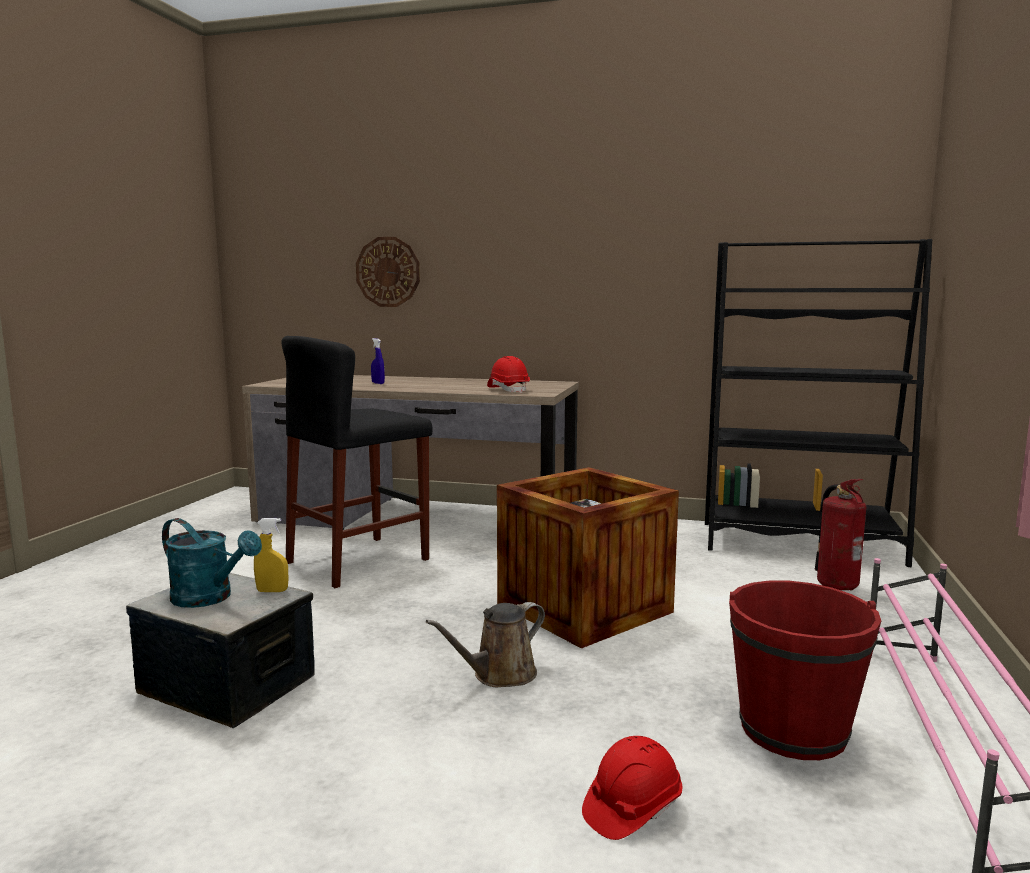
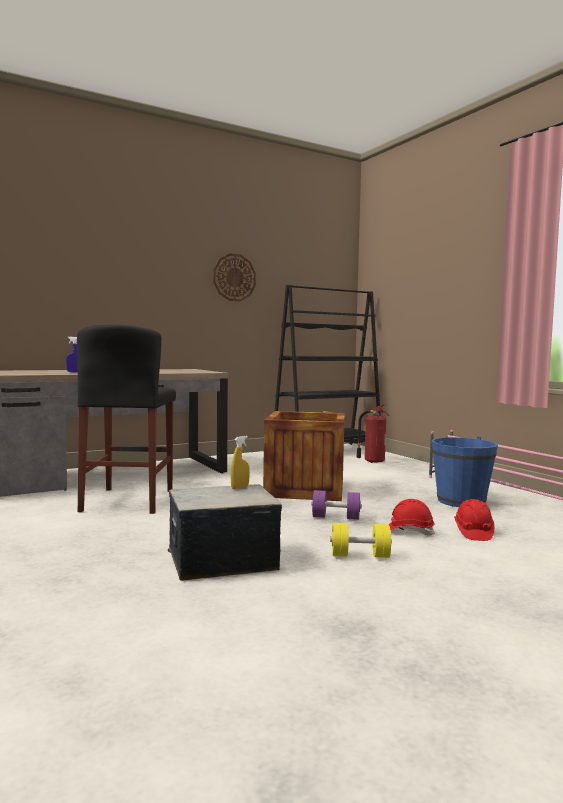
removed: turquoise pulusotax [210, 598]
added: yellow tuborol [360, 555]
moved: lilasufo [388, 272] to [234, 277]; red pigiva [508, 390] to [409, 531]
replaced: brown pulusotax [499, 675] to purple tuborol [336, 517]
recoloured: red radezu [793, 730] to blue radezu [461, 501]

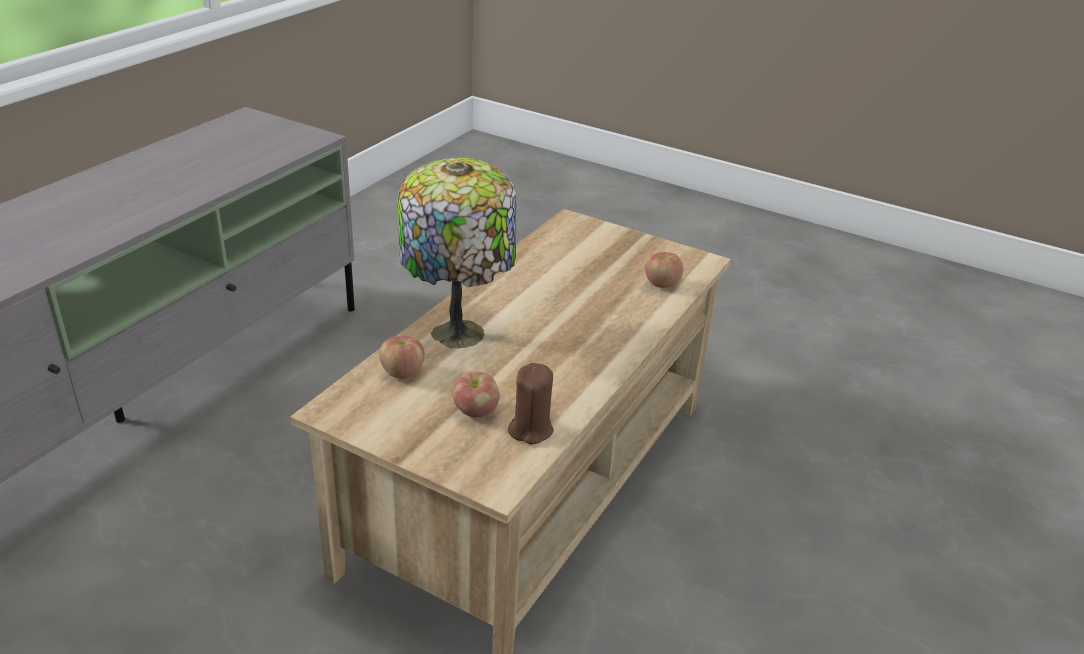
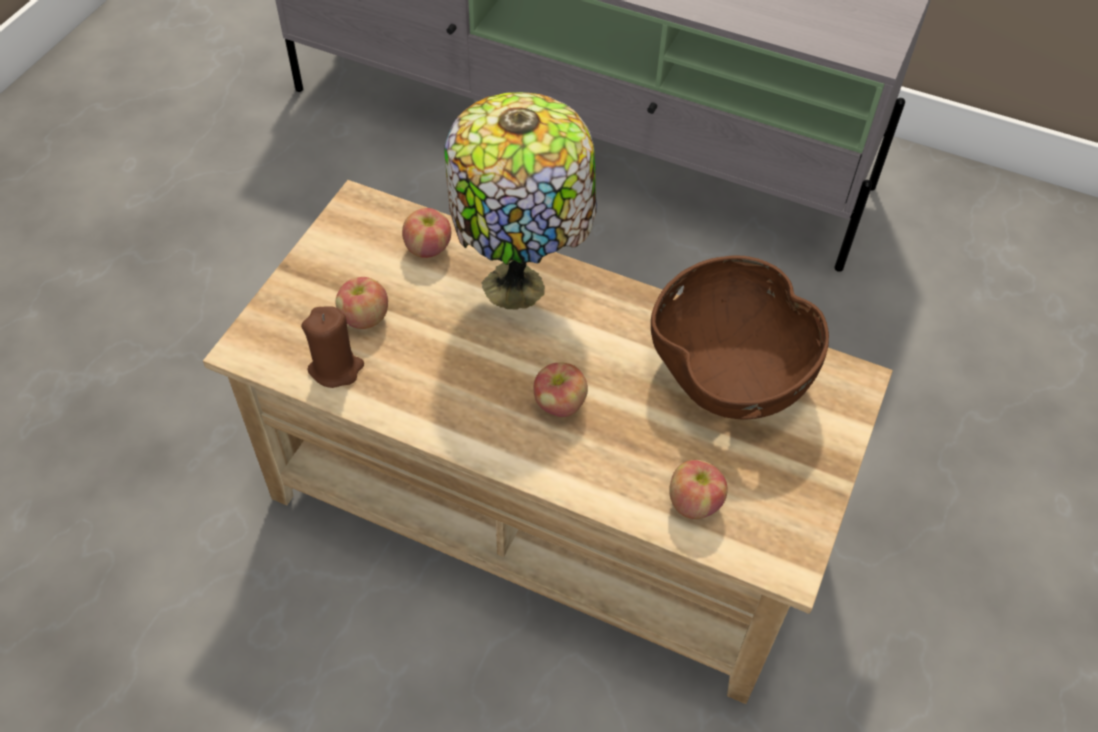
added: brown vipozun [730, 372]; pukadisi [560, 404]

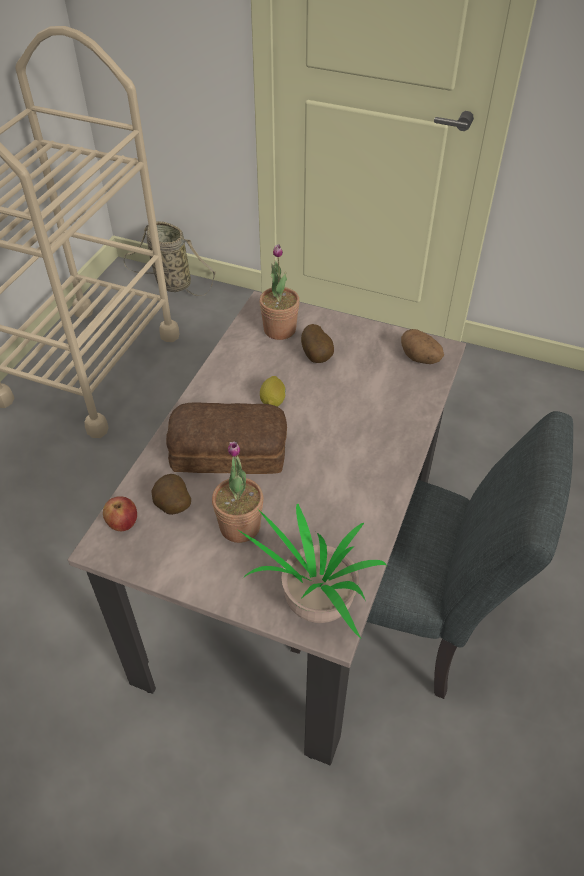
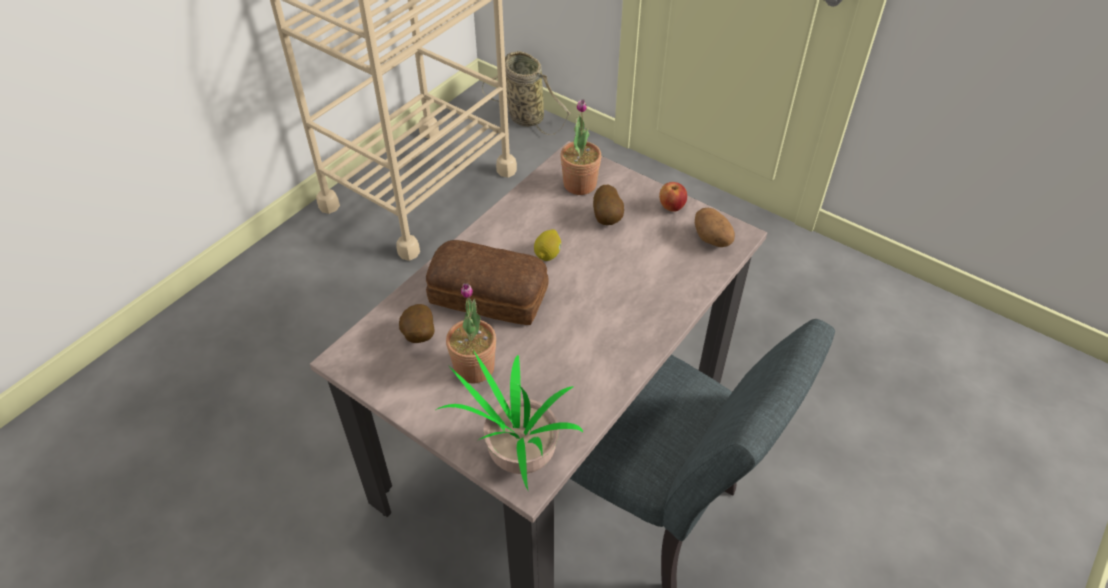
moved: pukadisi [123, 523] to [671, 207]

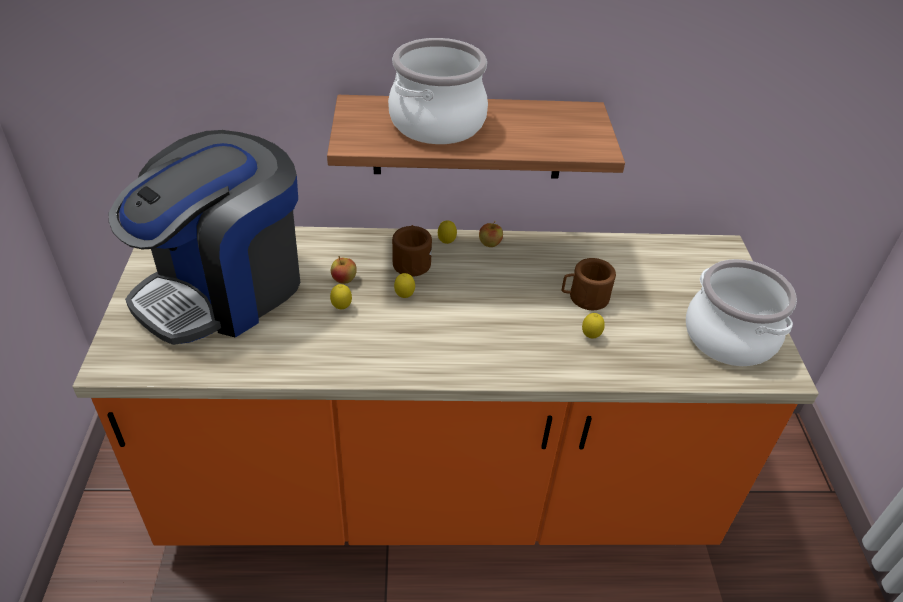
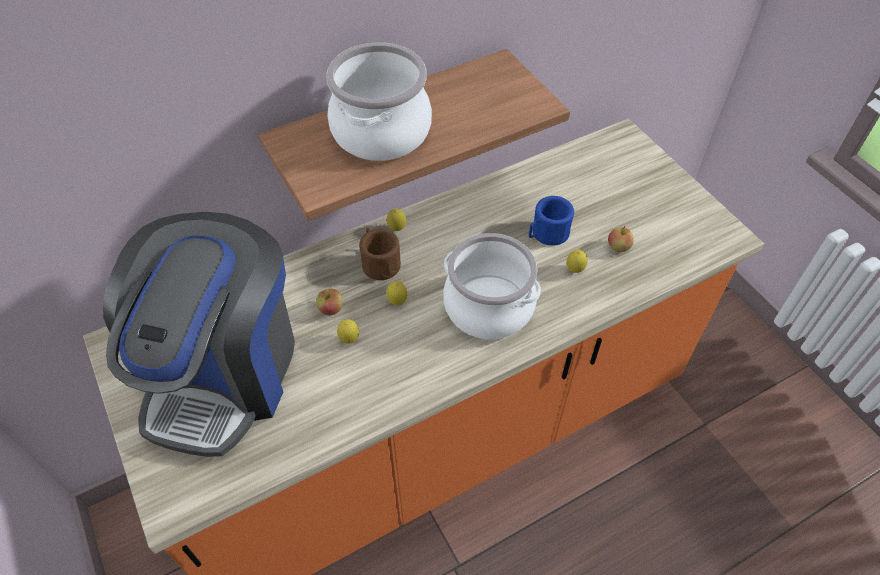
moved: pukadisi [489, 244] to [618, 247]; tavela [728, 338] to [488, 307]
recoloured: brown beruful [584, 298] to blue beruful [546, 234]

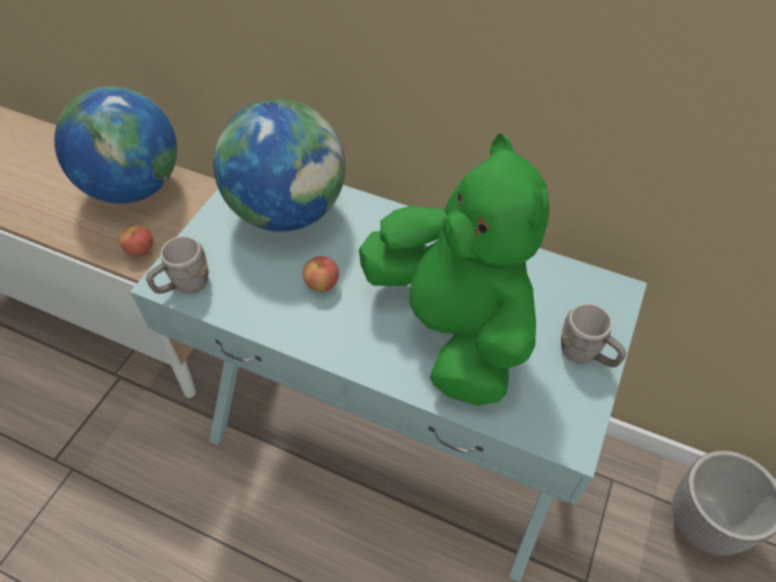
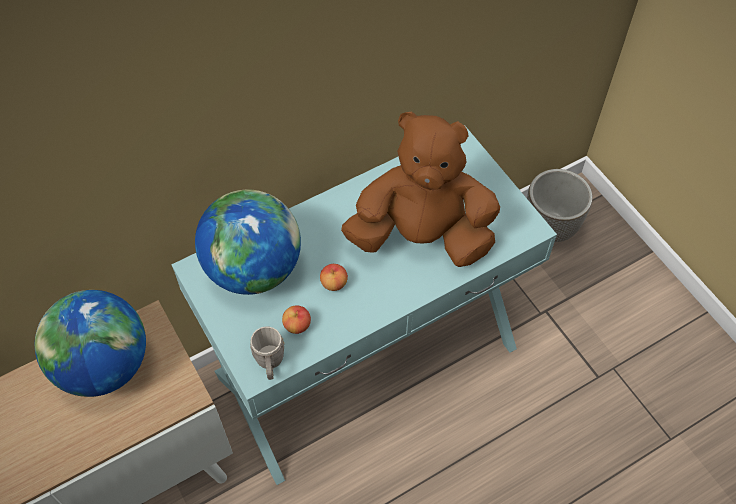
removed: grey beruful [586, 355]
moved: pukadisi [140, 249] to [297, 325]
recoloured: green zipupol [451, 328] to brown zipupol [422, 236]

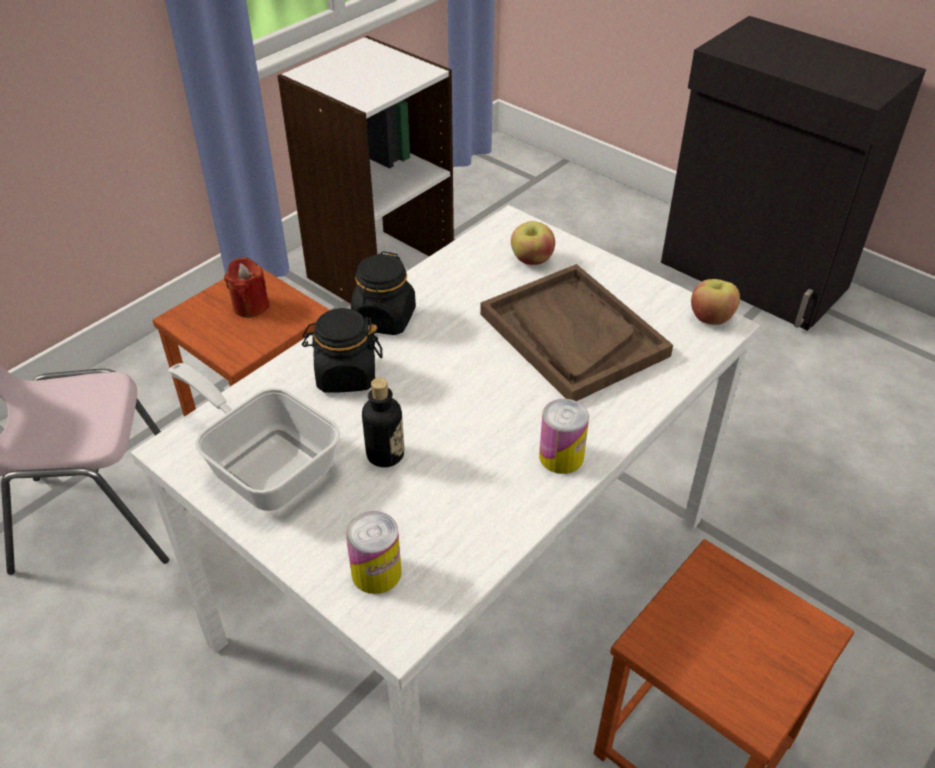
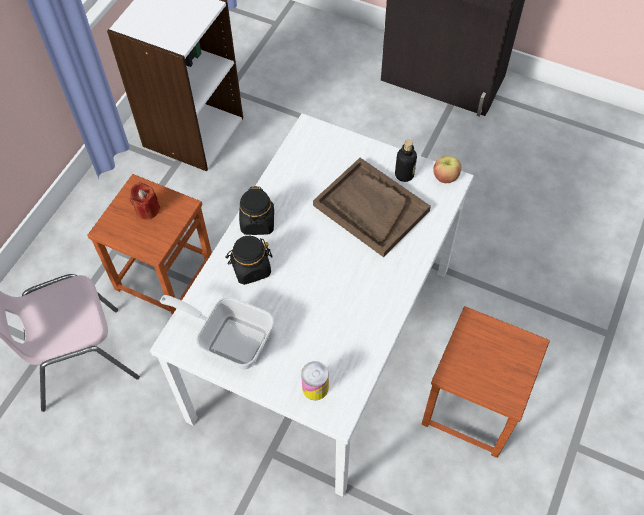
removed: pukadisi [531, 260]; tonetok [561, 456]
moved: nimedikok [385, 454] to [404, 175]

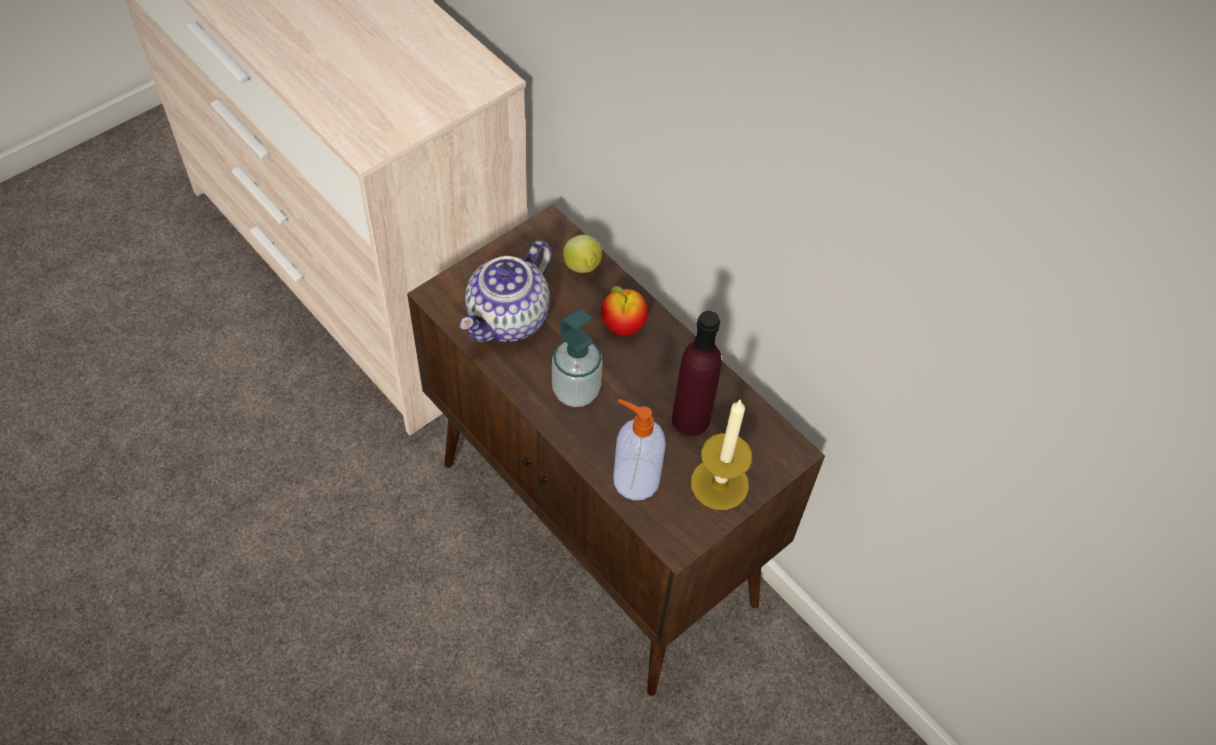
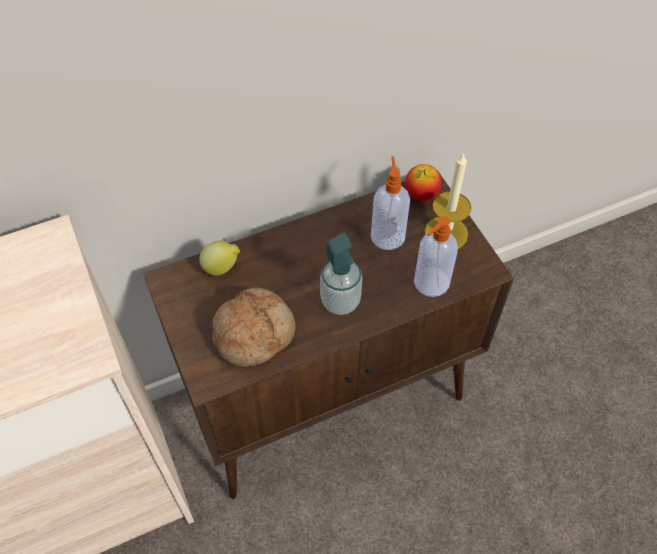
moved: pukadisi [623, 326] to [421, 195]
replaced: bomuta [509, 319] to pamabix [254, 332]; purple nimedikok [690, 419] to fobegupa [387, 235]

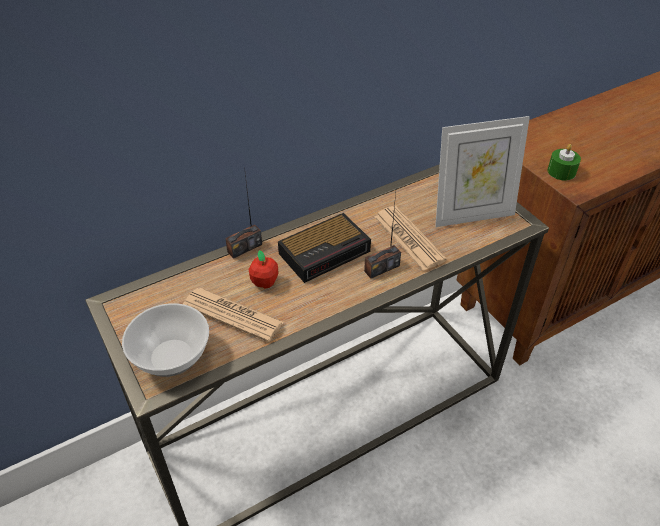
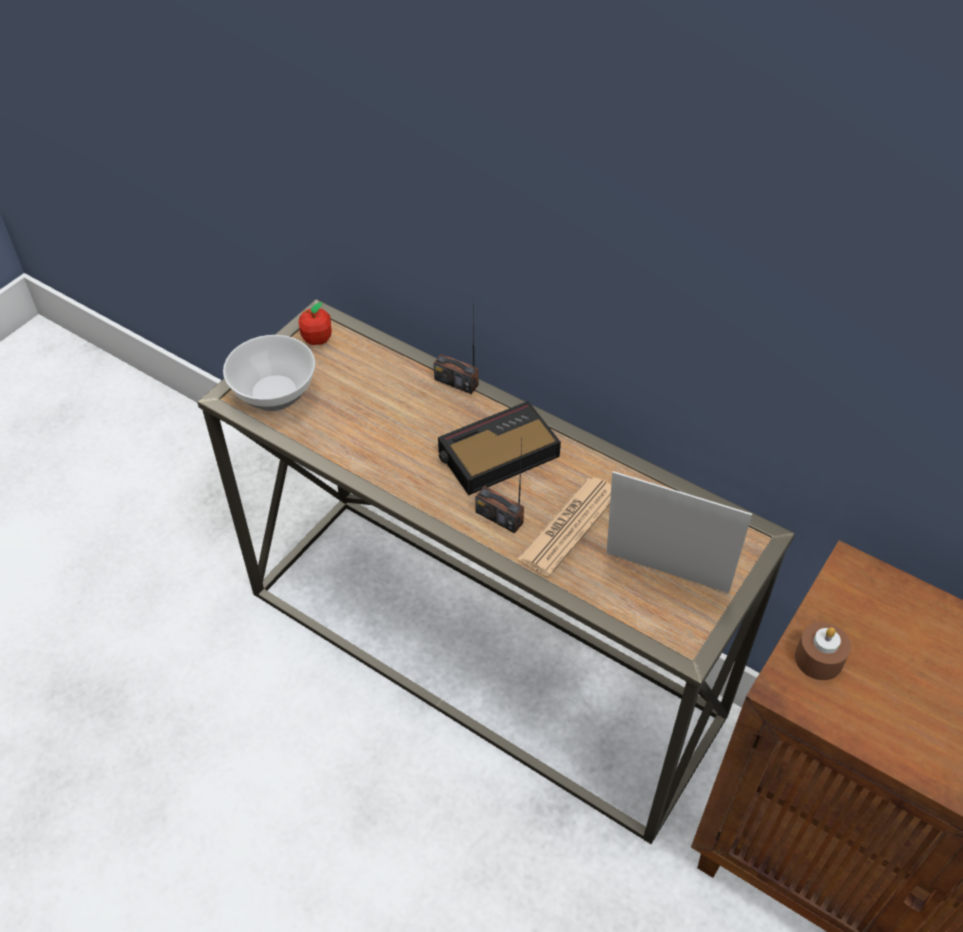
removed: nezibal [233, 314]
moved: pukadisi [264, 282] to [317, 339]
recoloured: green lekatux [561, 172] to brown lekatux [818, 659]
turned: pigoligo [472, 215] = [663, 582] 150 degrees clockwise; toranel [326, 251] = [496, 455] 120 degrees clockwise

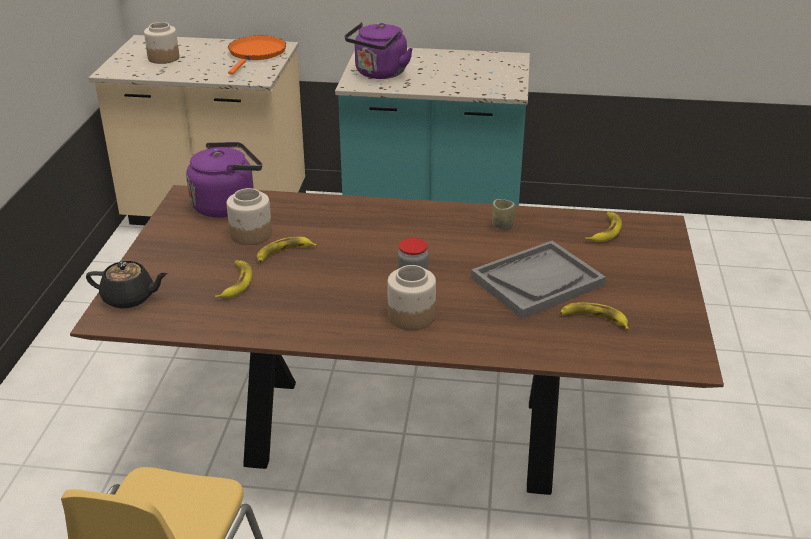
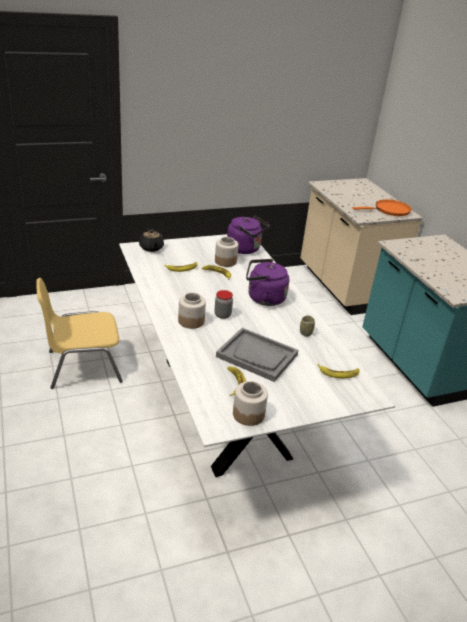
moved: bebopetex [163, 58] to [248, 414]; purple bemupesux [379, 74] to [263, 298]
recoloured: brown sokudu [405, 434] to white sokudu [224, 406]

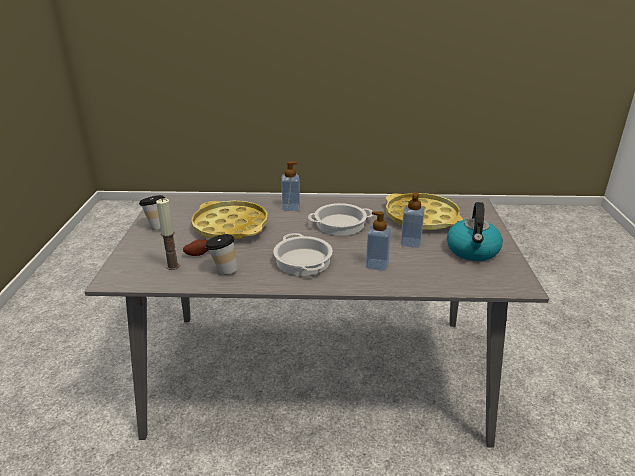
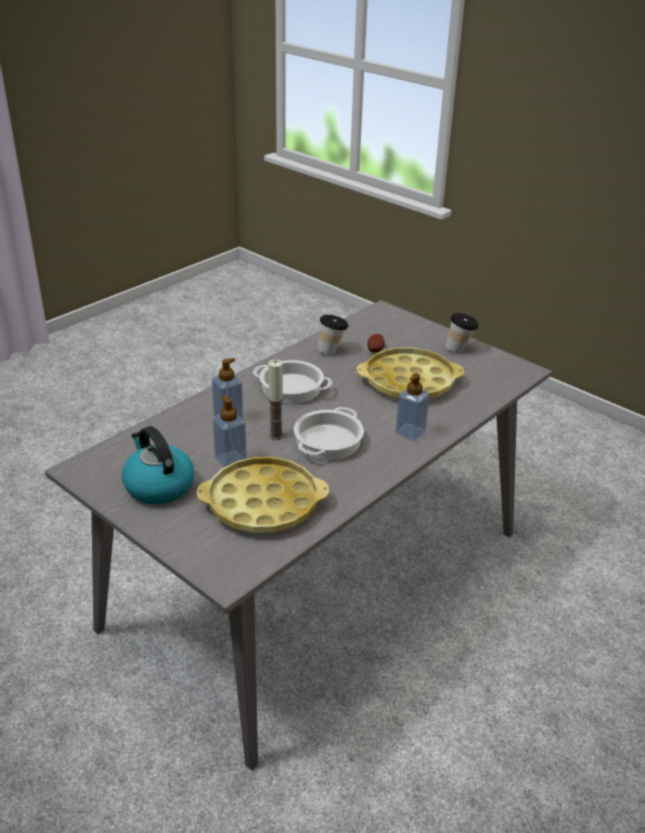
moved: lekatux [173, 266] to [276, 435]

